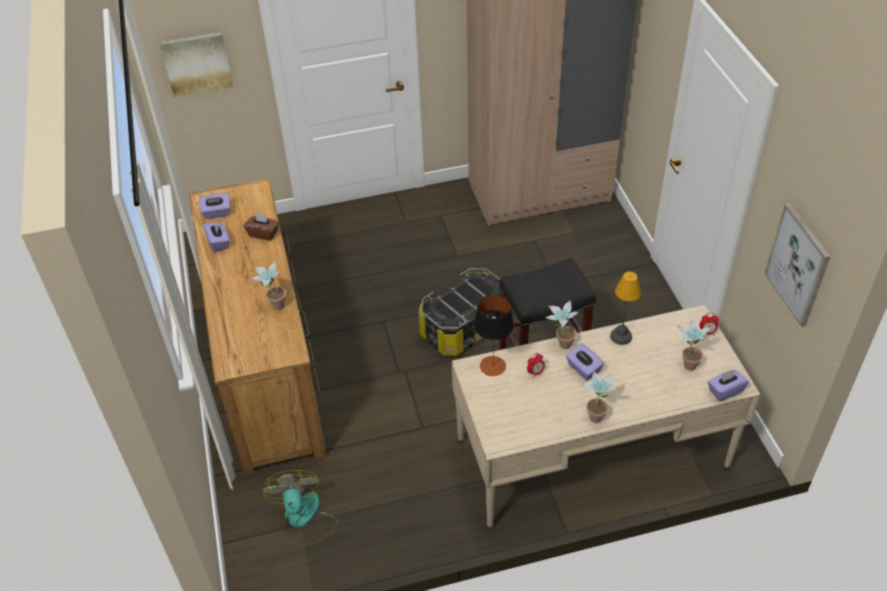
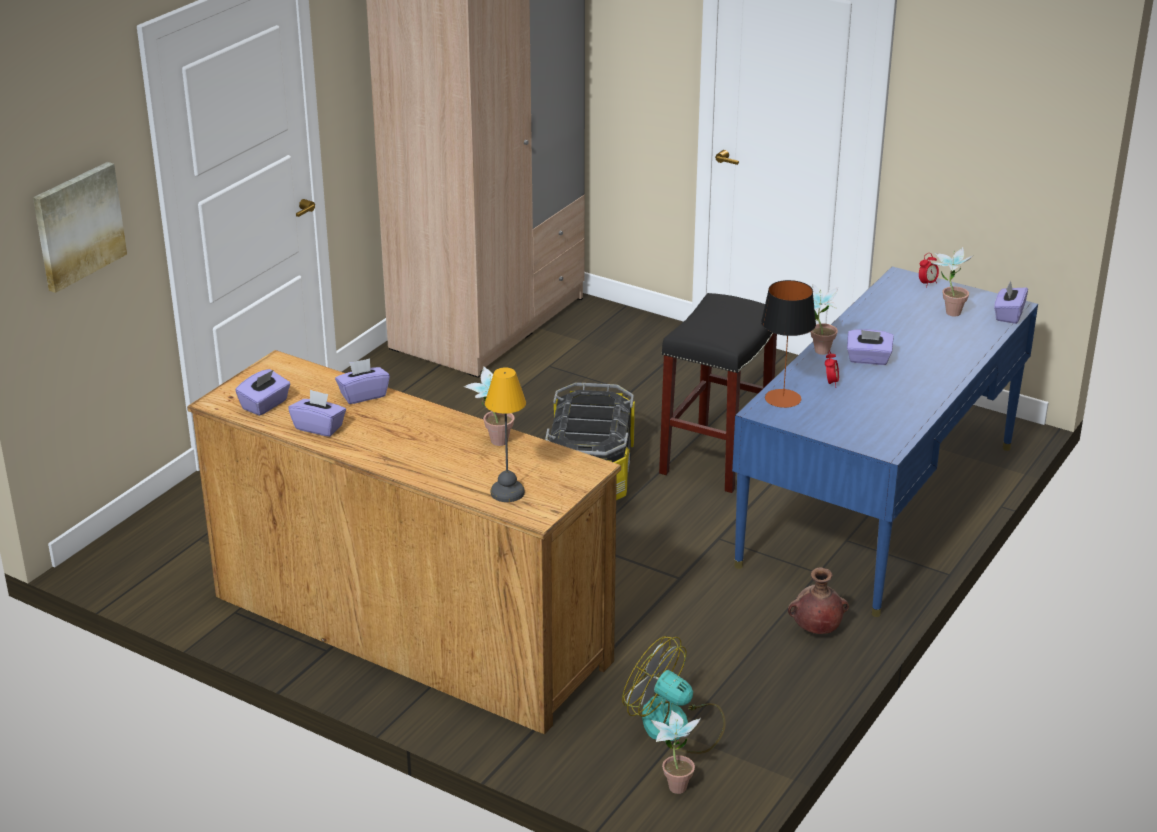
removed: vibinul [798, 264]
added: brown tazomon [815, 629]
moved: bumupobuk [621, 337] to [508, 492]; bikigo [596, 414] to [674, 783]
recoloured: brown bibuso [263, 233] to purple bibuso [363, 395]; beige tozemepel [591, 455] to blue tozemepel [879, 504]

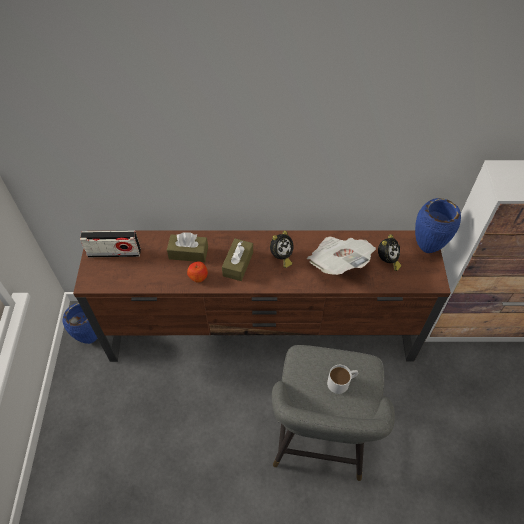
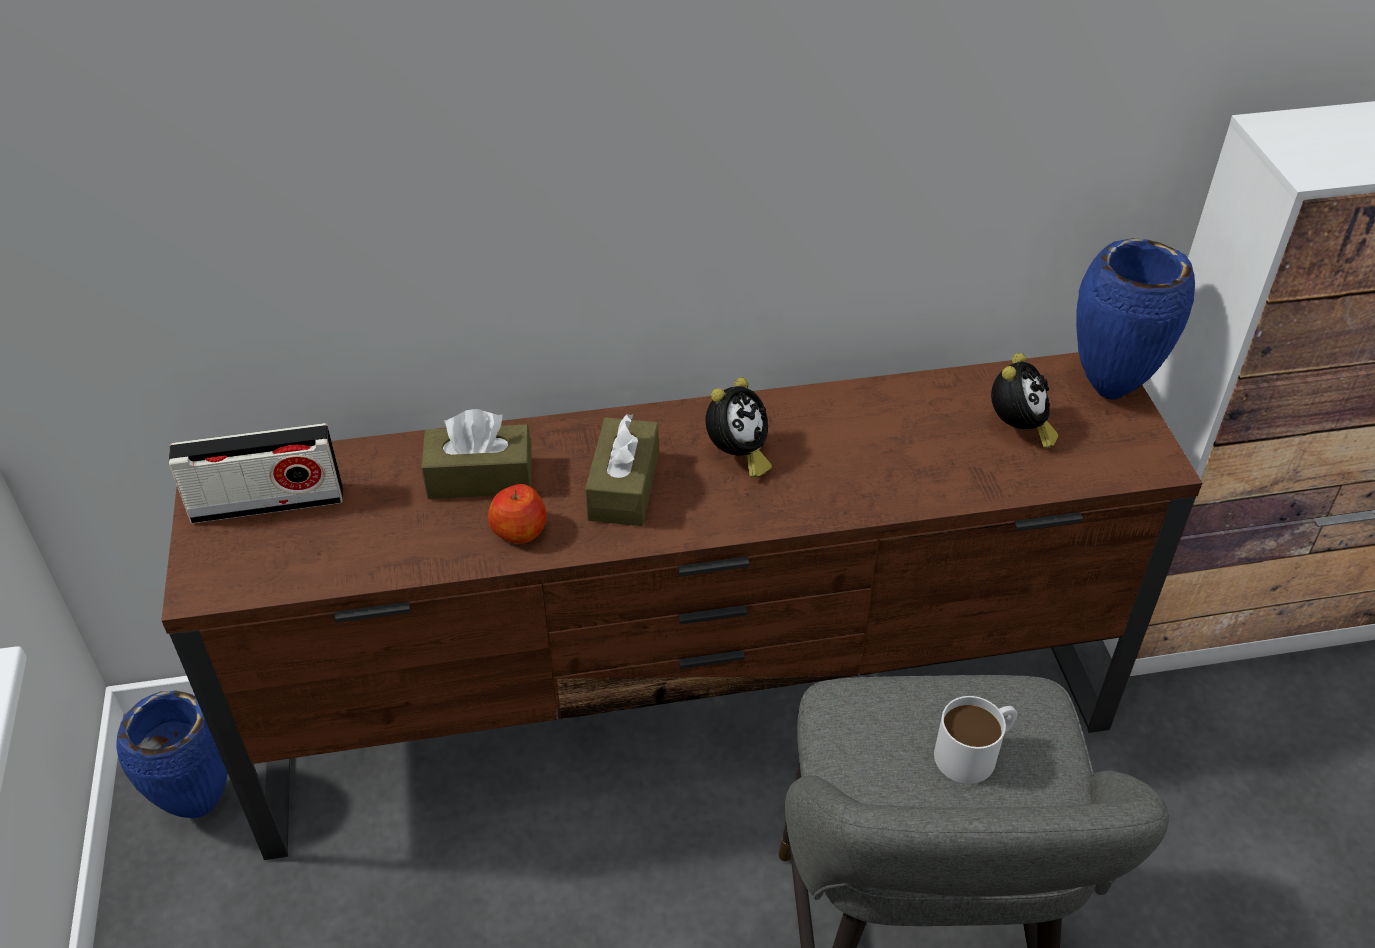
removed: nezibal [338, 263]

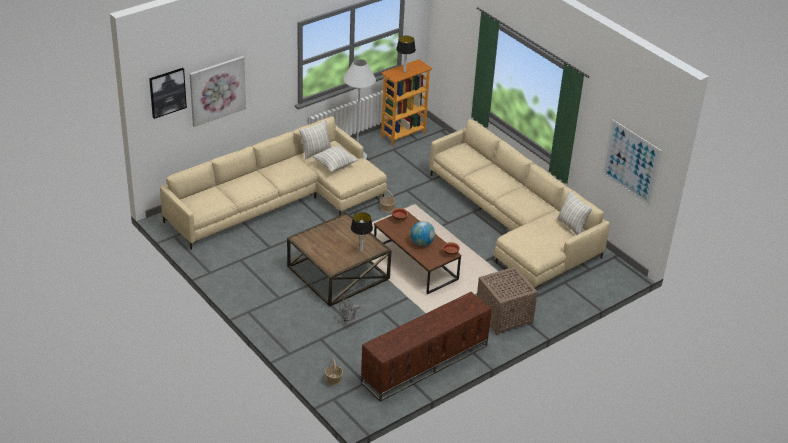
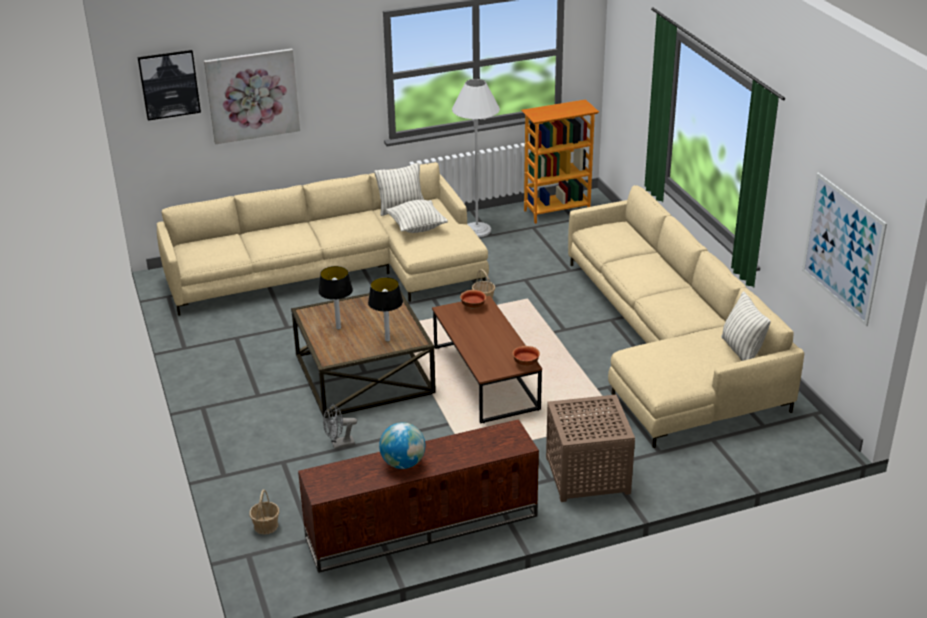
moved: bumupobuk [404, 71] to [338, 328]; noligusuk [422, 243] to [403, 463]

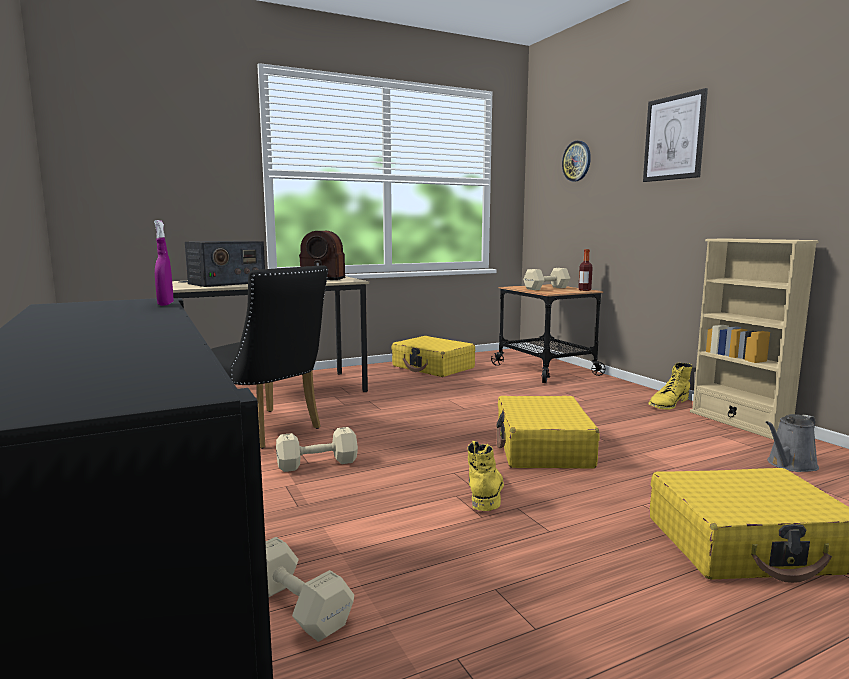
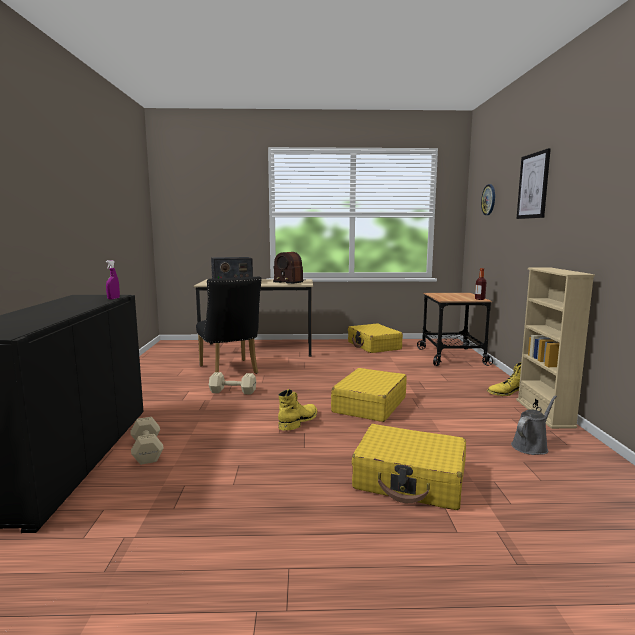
removed: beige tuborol [545, 288]
turned: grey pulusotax [790, 465] = [531, 446] 150 degrees clockwise

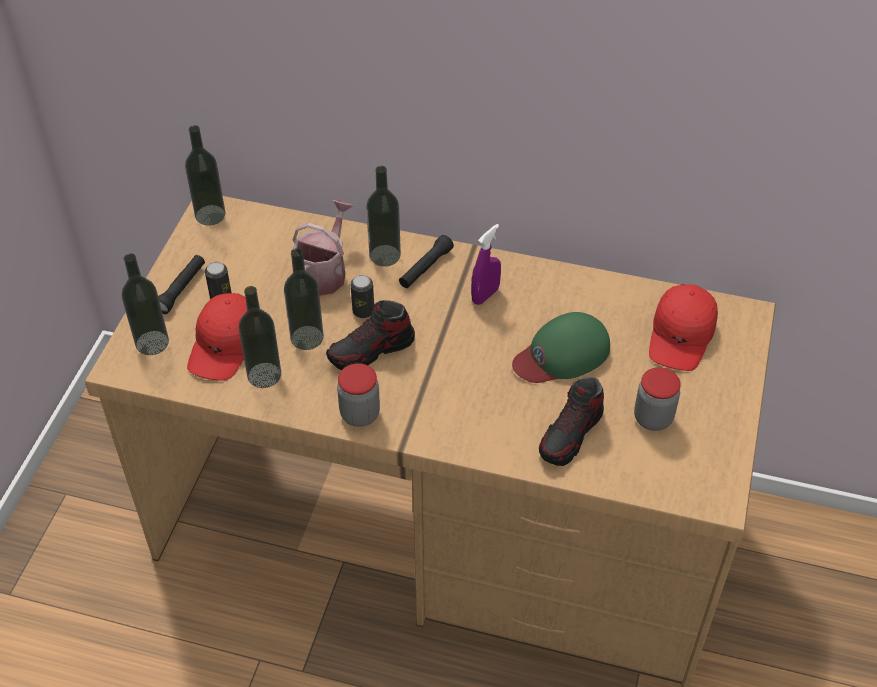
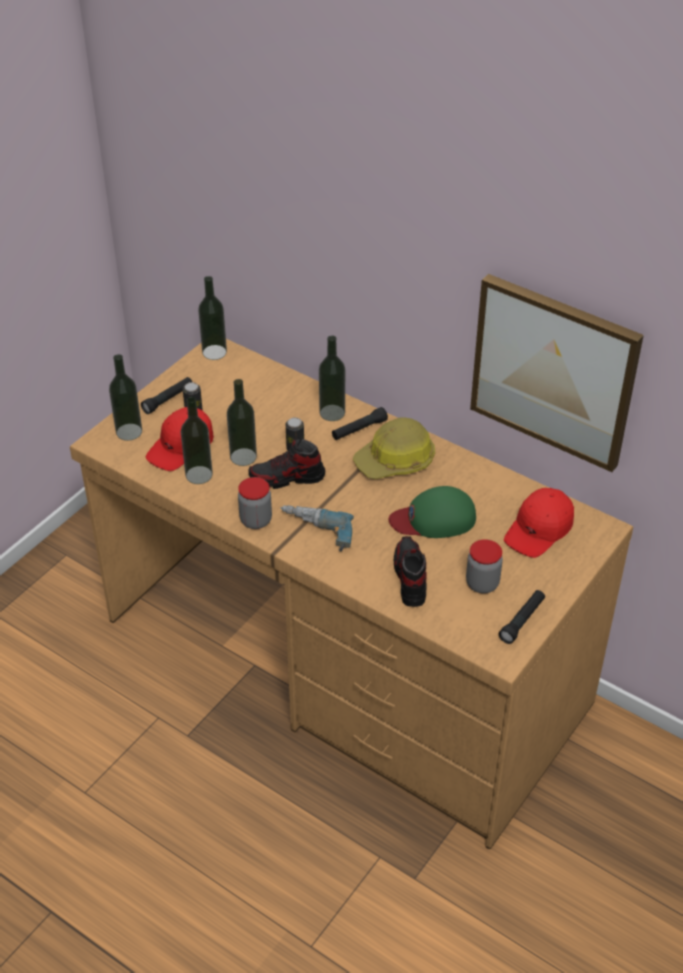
removed: pulusotax [324, 272]
added: vibinul [554, 371]; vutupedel [315, 533]; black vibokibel [522, 621]
replaced: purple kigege [485, 295] to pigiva [396, 461]
turned: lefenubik [571, 434] = [410, 578] 120 degrees clockwise

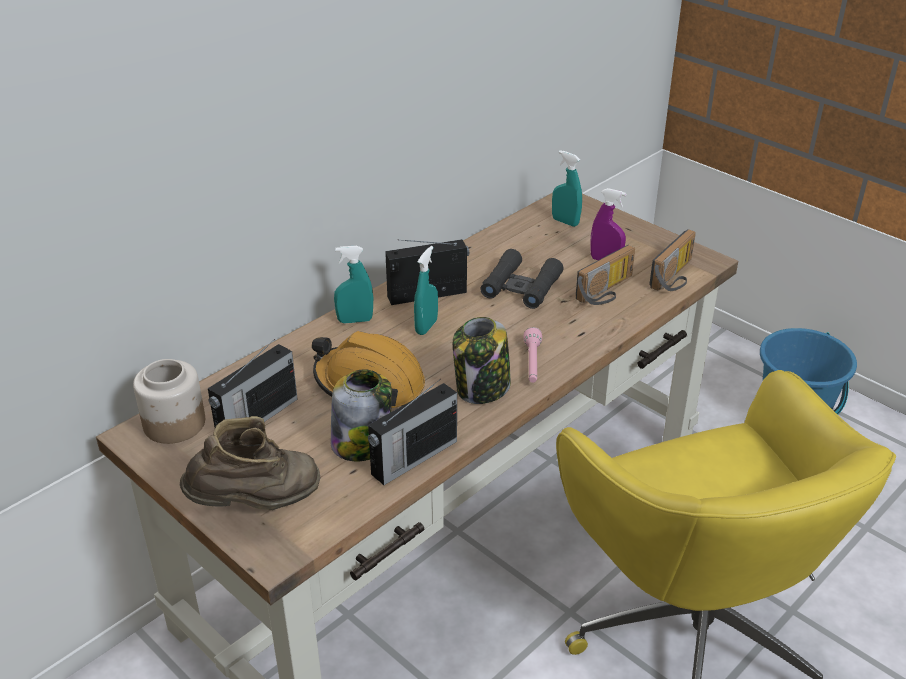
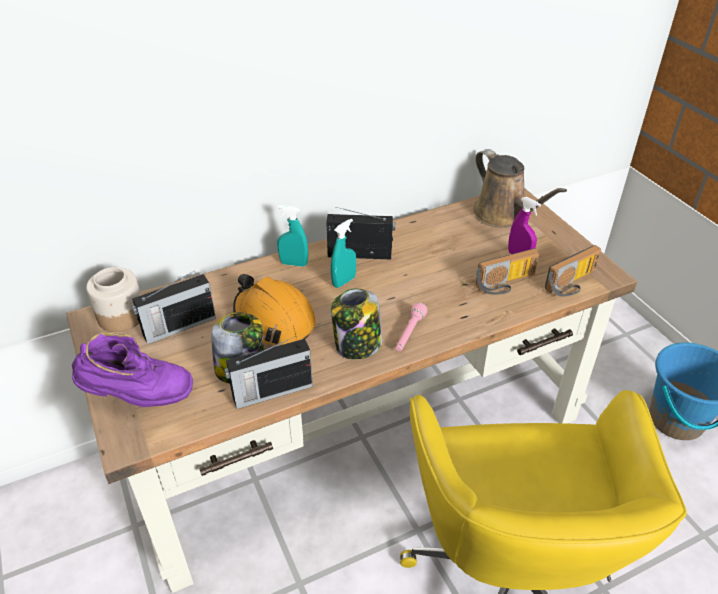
removed: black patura [521, 287]
replaced: turquoise kigege [565, 222] to brown pulusotax [503, 215]
recoloured: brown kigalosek [257, 504] to purple kigalosek [139, 398]

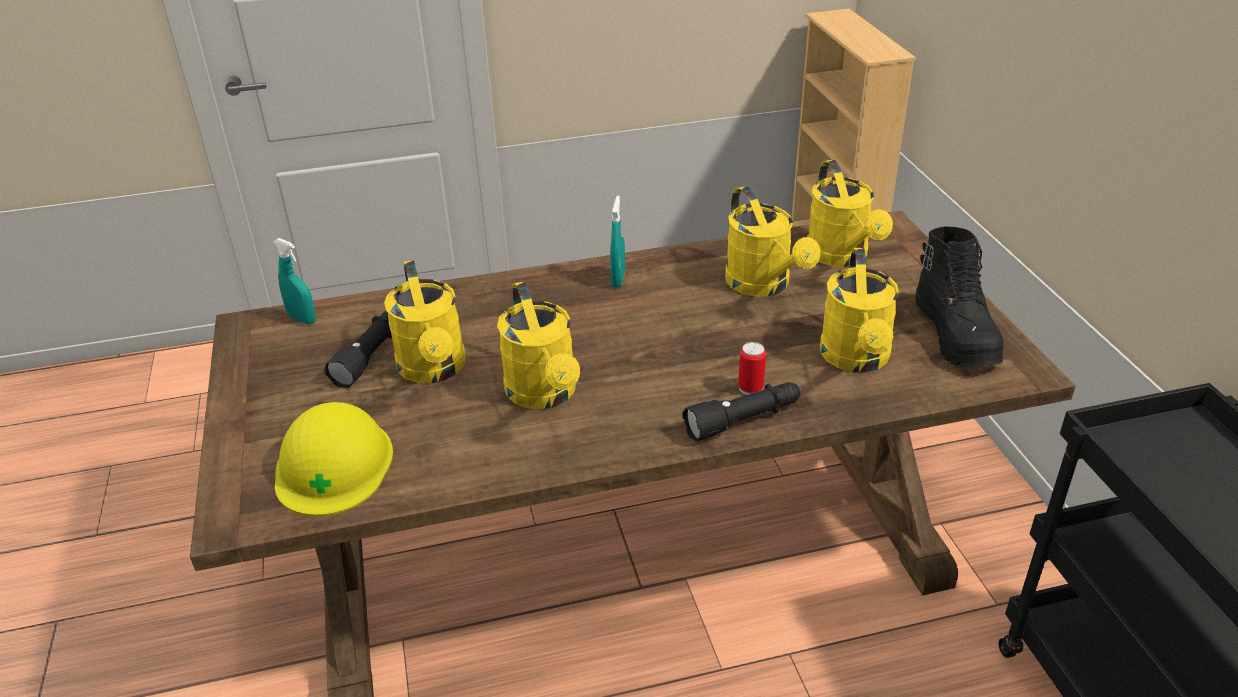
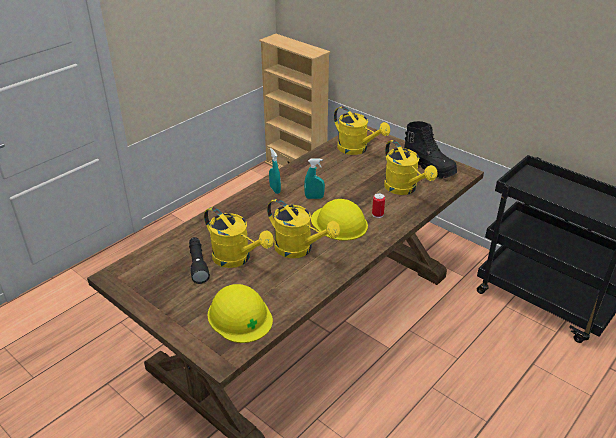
removed: yellow pulusotax [764, 285]; black vibokibel [743, 420]
added: yellow pigiva [339, 223]
moved: turquoise kigege [302, 319] to [314, 197]

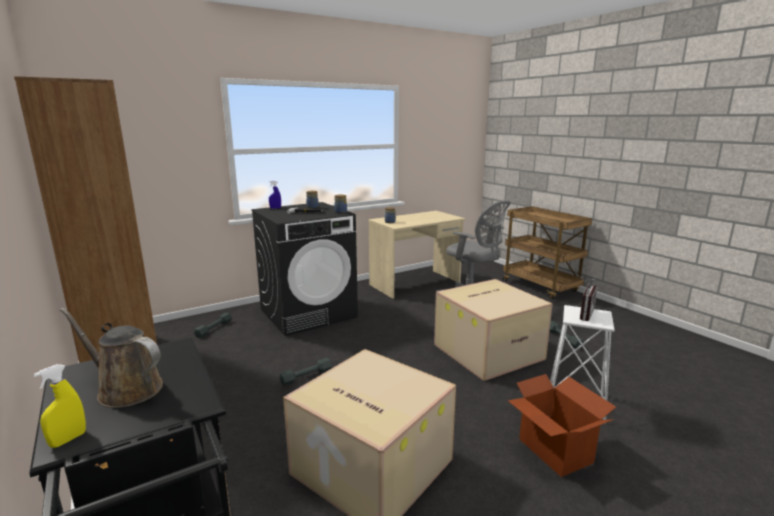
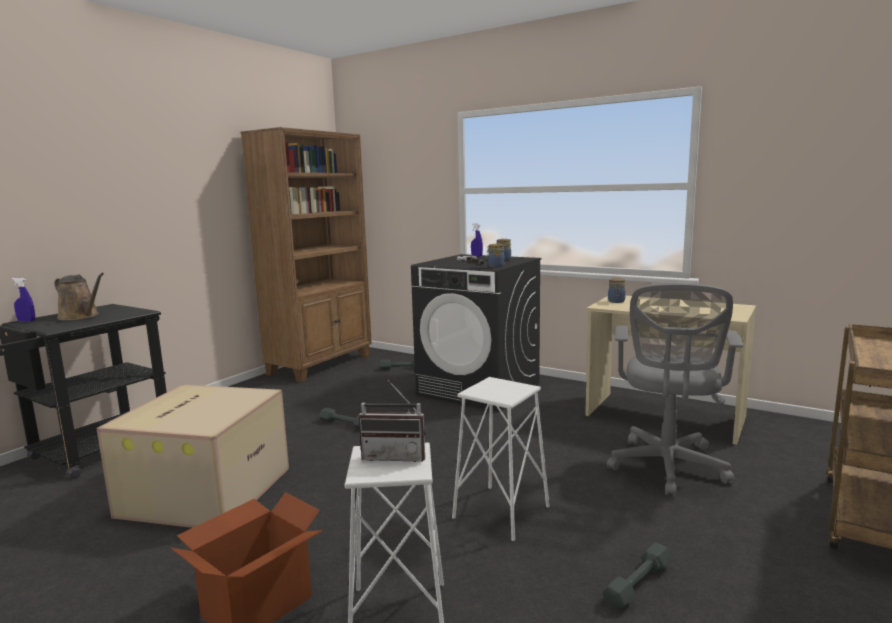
replaced: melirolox [488, 351] to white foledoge [501, 512]
recoloured: yellow kigege [68, 439] to blue kigege [26, 321]
turned: brown pulusotax [125, 389] = [81, 316] 120 degrees clockwise

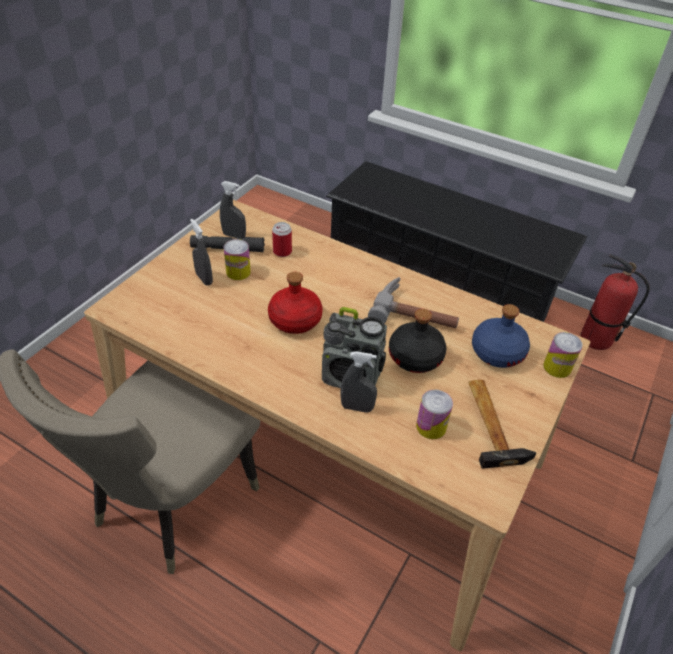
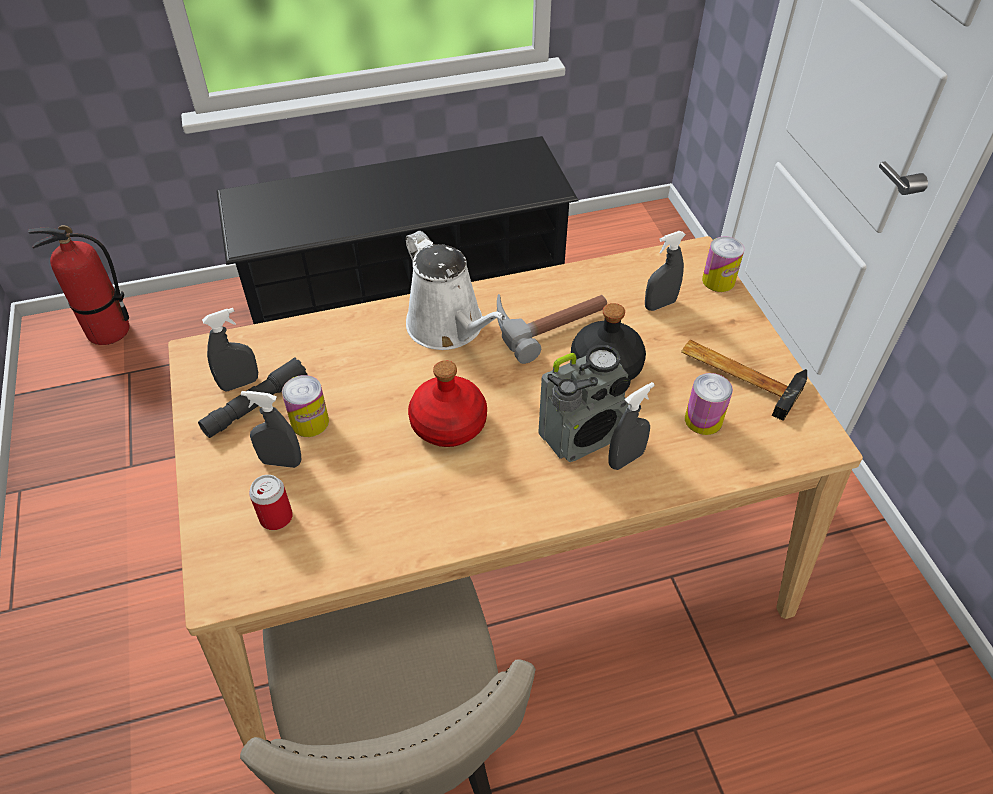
added: white pulusotax [449, 327]
moved: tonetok [282, 252] to [276, 517]; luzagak [595, 339] to [108, 331]
replaced: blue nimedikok [497, 352] to grey kigege [660, 304]

